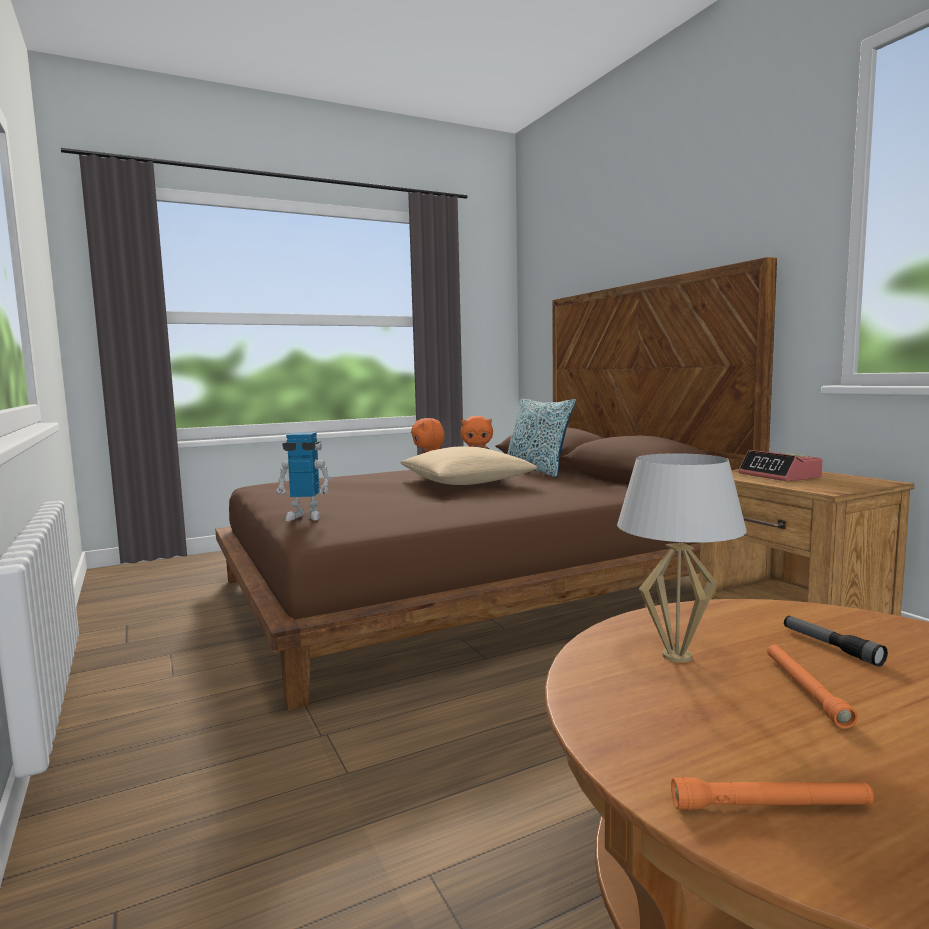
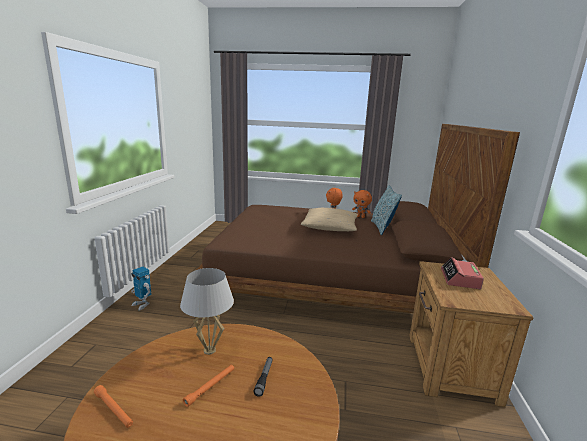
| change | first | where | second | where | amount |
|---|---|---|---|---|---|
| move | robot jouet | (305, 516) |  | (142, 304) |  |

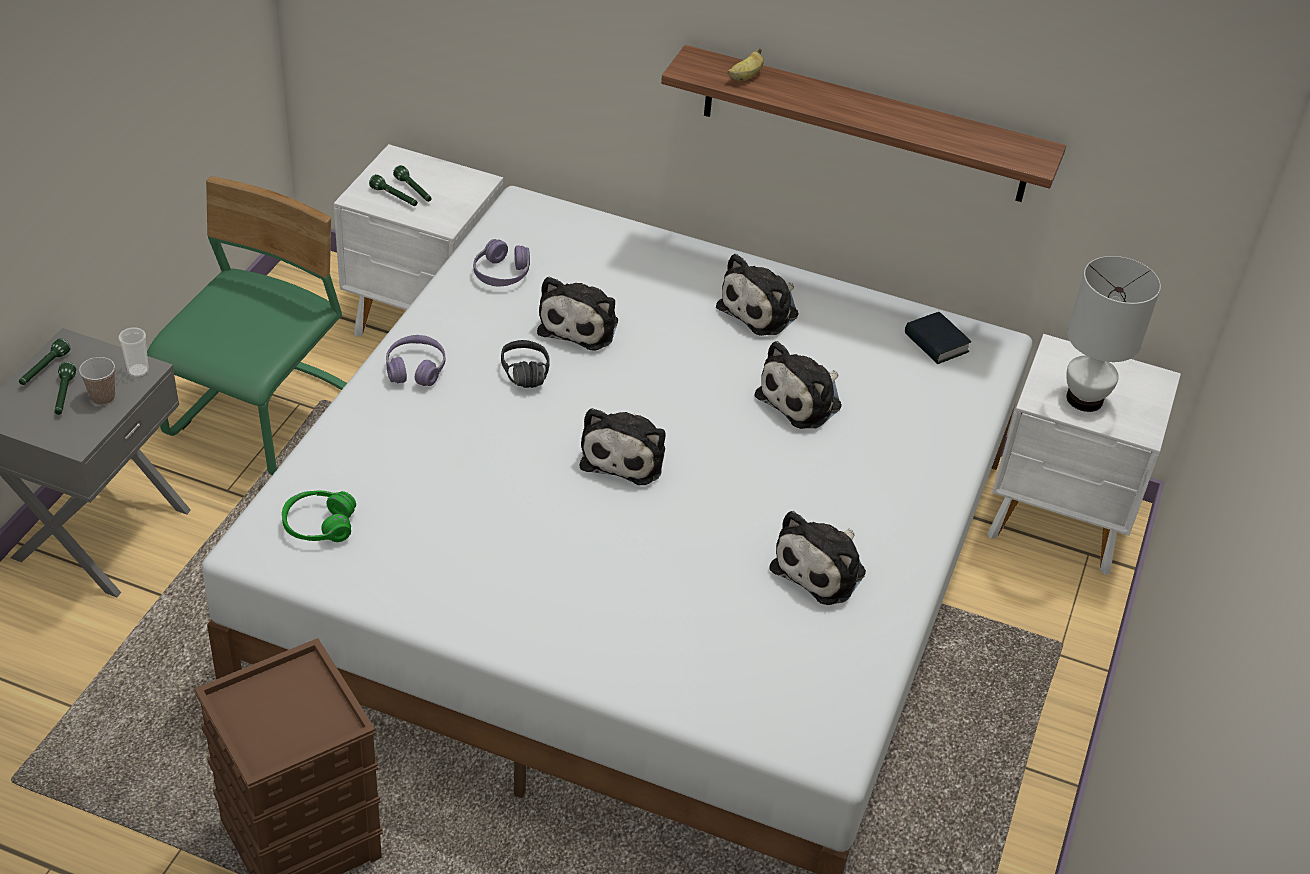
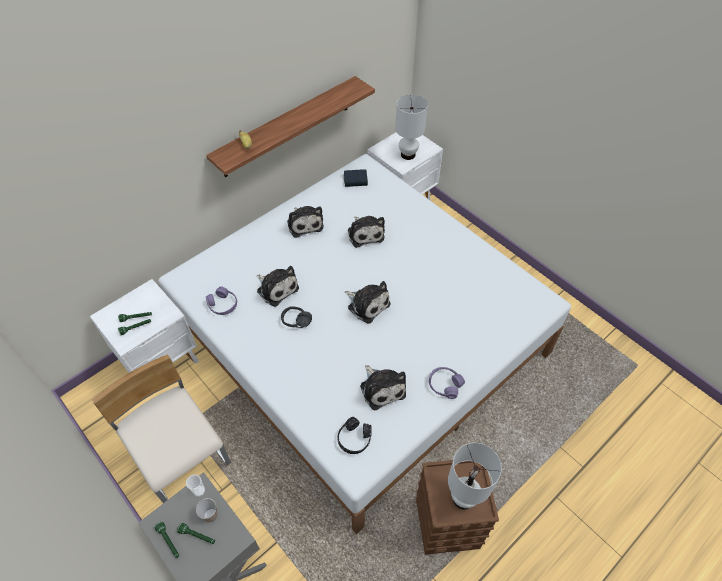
| change | first | where | second | where | amount |
|---|---|---|---|---|---|
| recolor | chaise/vert | (264, 418) | chaise/beige | (182, 456) |  |
| recolor | casque audio/vert | (319, 525) | casque audio/noir | (354, 439) |  |
| move | casque audio/violet | (415, 369) |  | (444, 385) |  |
| move | peluche | (822, 568) |  | (382, 388) |  |
| insert |  |  | lampe de table/blanc | (463, 498) |  |

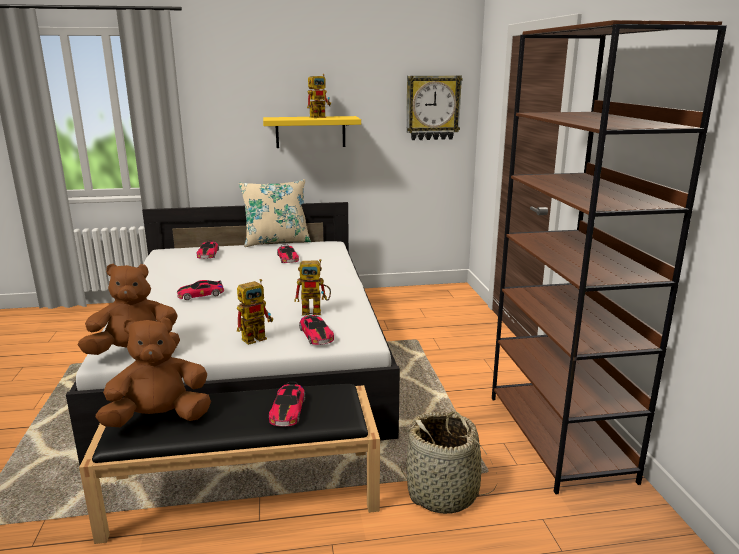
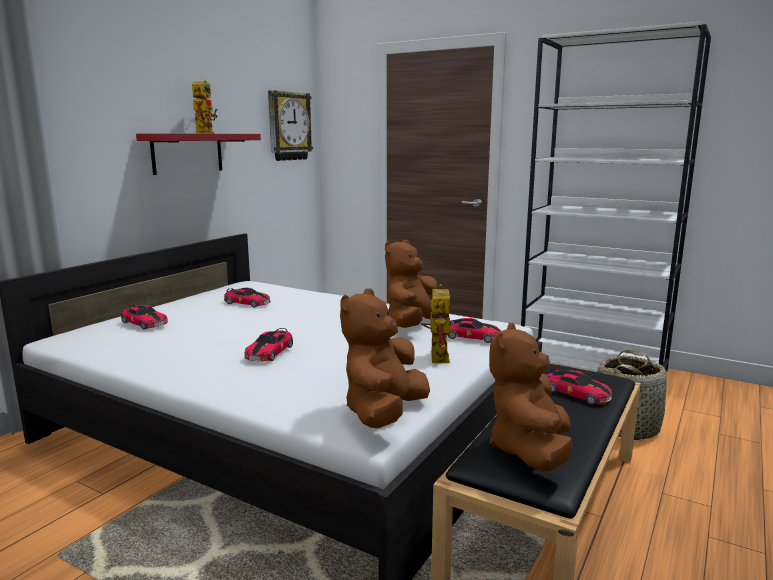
| change | first | where | second | where | amount |
|---|---|---|---|---|---|
| delete | coussin/beige | (276, 241) |  |  |  |
| recolor | étagère/jaune | (310, 132) | étagère/rouge | (187, 153) |  |
| replace | robot jouet | (316, 311) | peluche/marron | (413, 325) |  |
| recolor | bibliothèque/marron | (559, 437) | bibliothèque/blanc | (593, 368) |  |

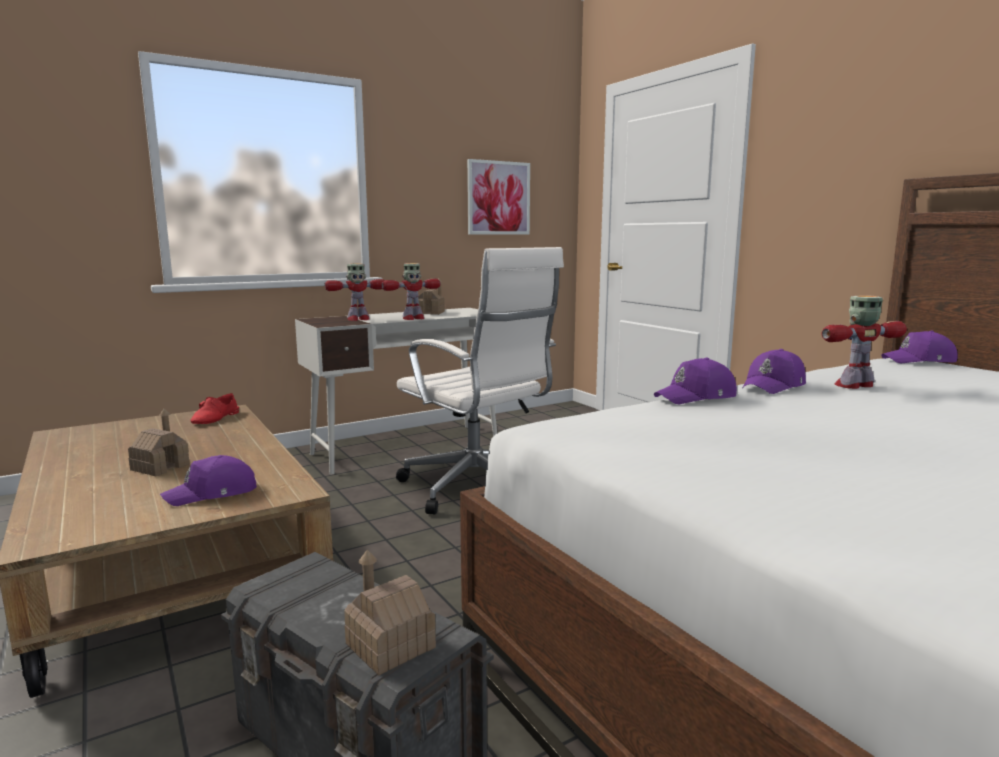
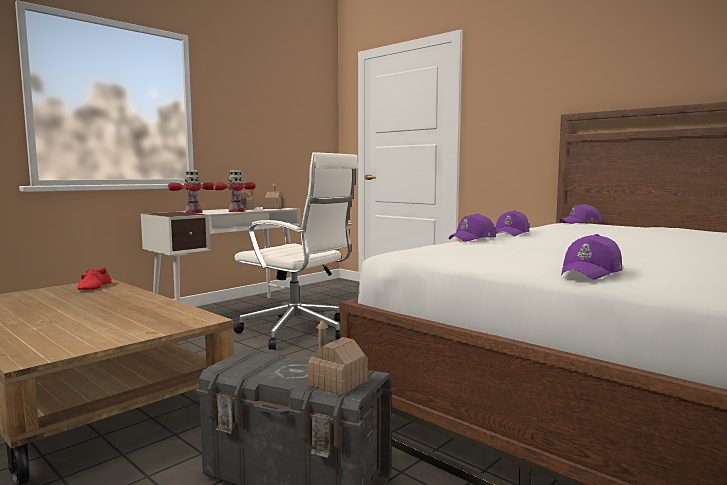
| change | first | where | second | where | amount |
|---|---|---|---|---|---|
| move | maison miniature | (160, 467) |  | (274, 208) |  |
| move | casquette/violet | (213, 493) |  | (592, 272) |  |
| delete | tableau | (498, 198) |  |  |  |
| delete | robot jouet | (855, 385) |  |  |  |

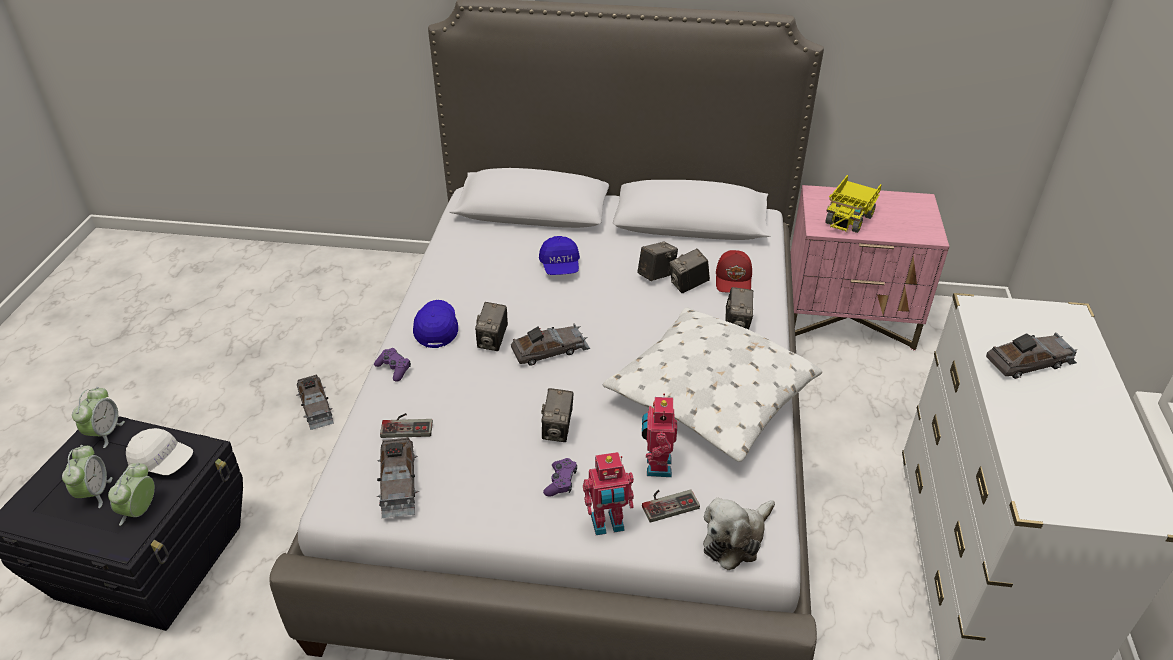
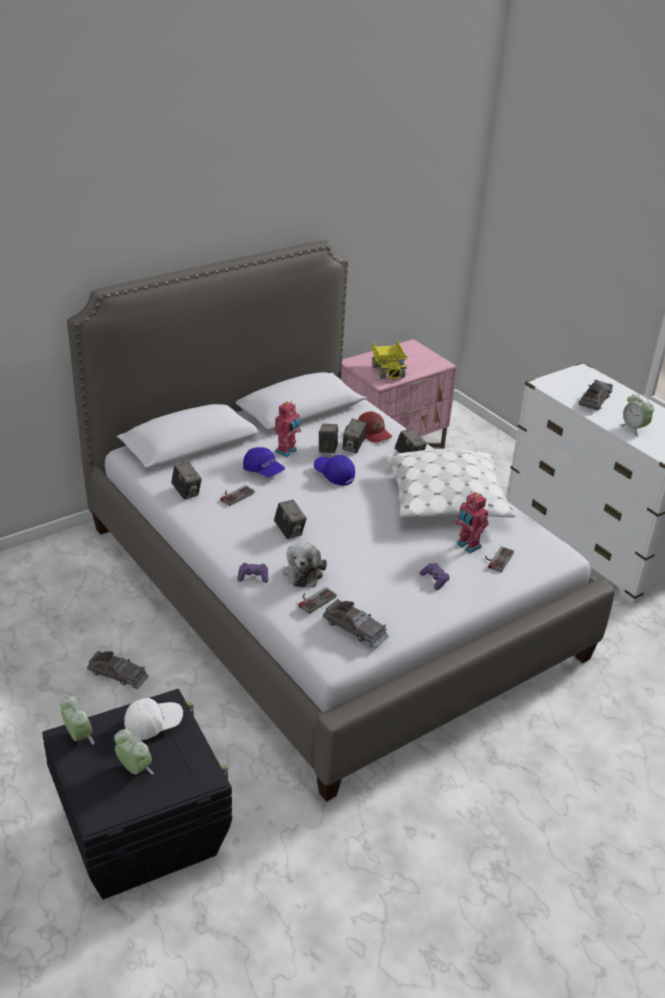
| change | first | where | second | where | amount |
|---|---|---|---|---|---|
| move | réveil | (141, 511) |  | (634, 428) |  |
| move | casquette/bleu | (436, 329) |  | (334, 475) |  |
| delete | petite voiture/gris | (550, 350) |  |  |  |
| move | appareil photo | (557, 430) |  | (186, 492) |  |
| move | robot jouet | (608, 525) |  | (287, 451) |  |
| move | peluche | (735, 539) |  | (303, 572) |  |
| insert |  |  | manette | (234, 495) |  |

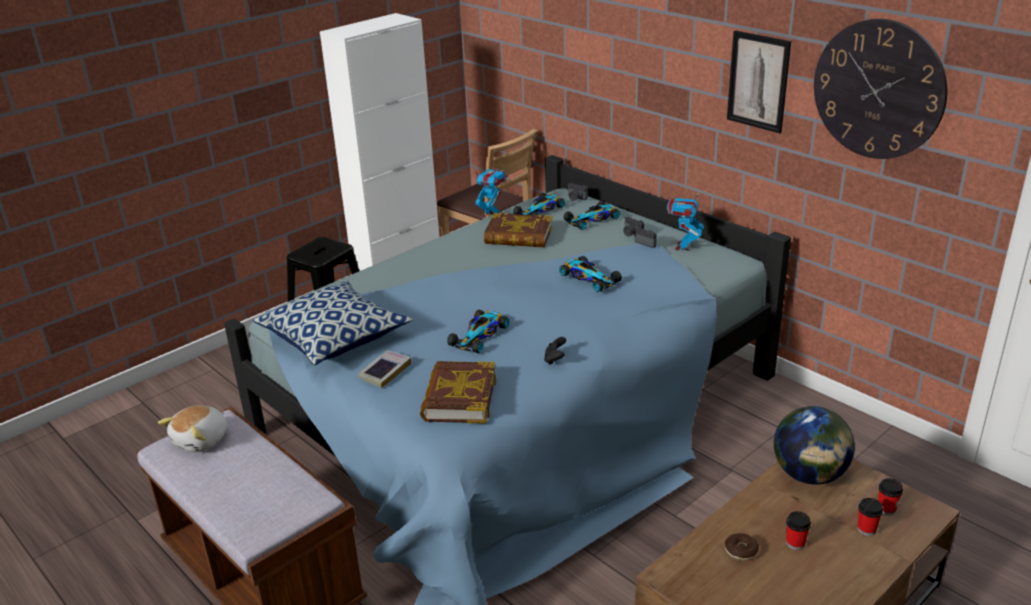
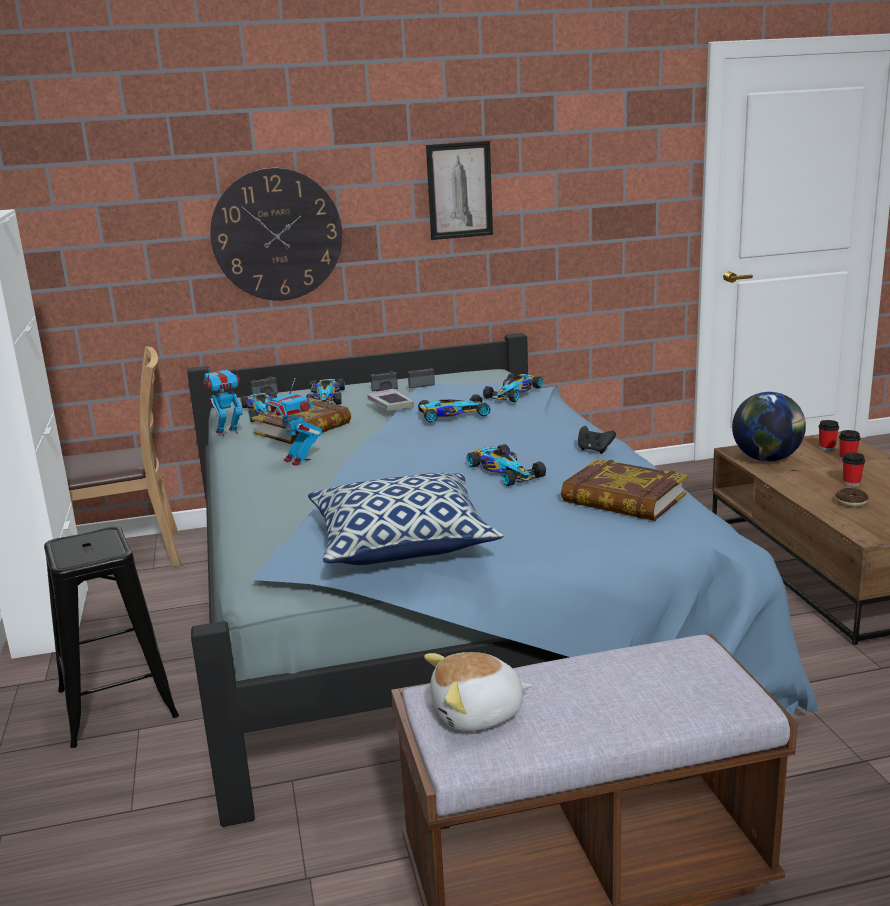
| change | first | where | second | where | amount |
|---|---|---|---|---|---|
| rotate | peluche | (202, 440) |  | (478, 714) | 105 degrees clockwise |
| move | livre | (385, 372) |  | (390, 404) |  |
| move | robot jouet | (683, 247) |  | (297, 460) |  |
| move | horloge murale | (878, 89) |  | (277, 235) |  |
| insert |  |  | petite voiture | (514, 392) |  |

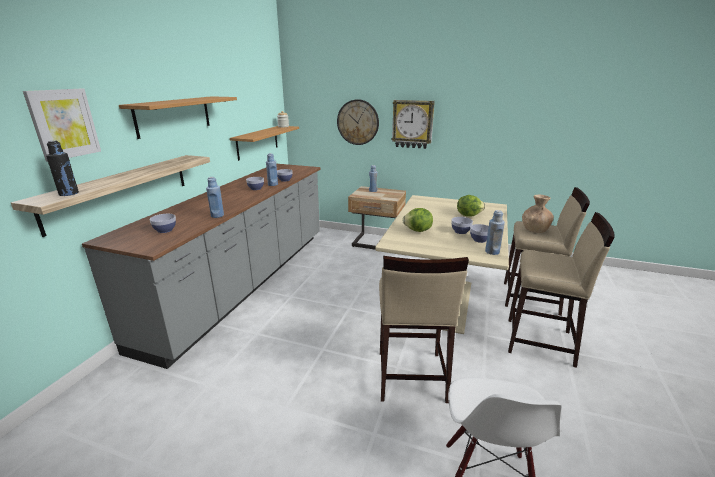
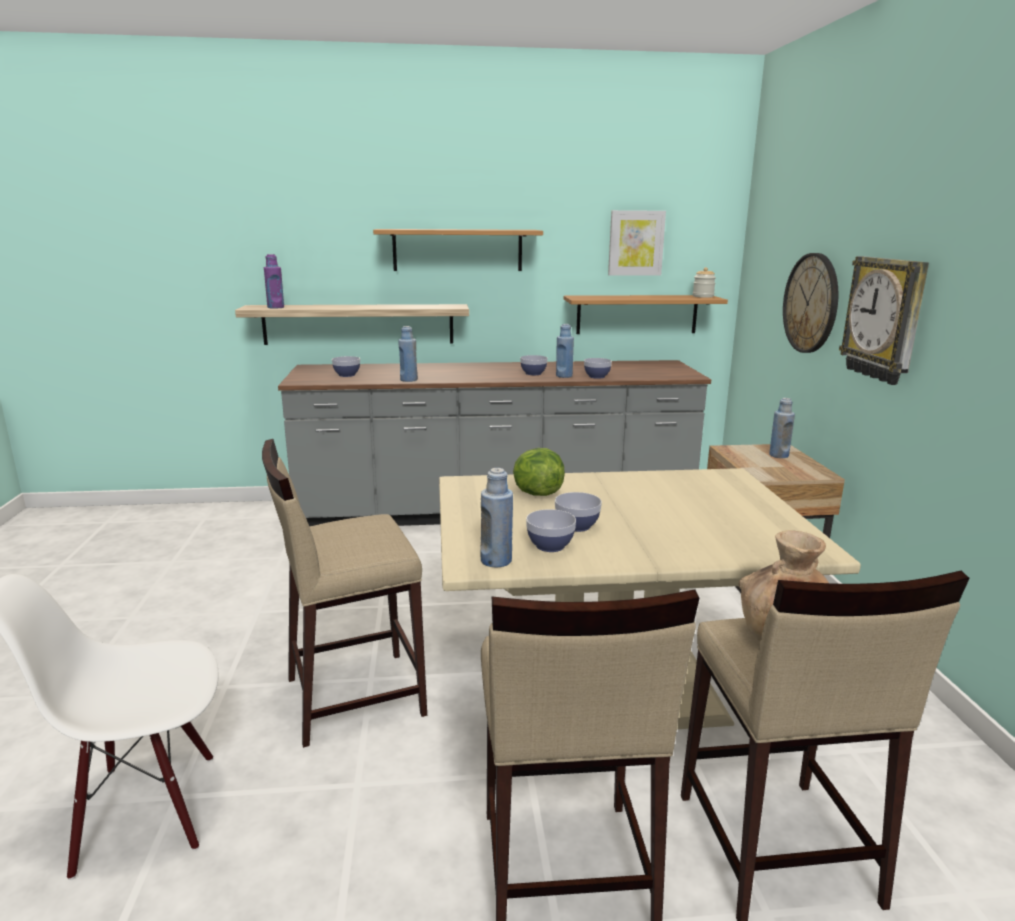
| change | first | where | second | where | amount |
|---|---|---|---|---|---|
| move | tableau | (64, 124) |  | (636, 243) |  |
| recolor | bouteille/noir | (69, 193) | bouteille/violet | (276, 307) |  |
| delete | laitue | (468, 215) |  |  |  |

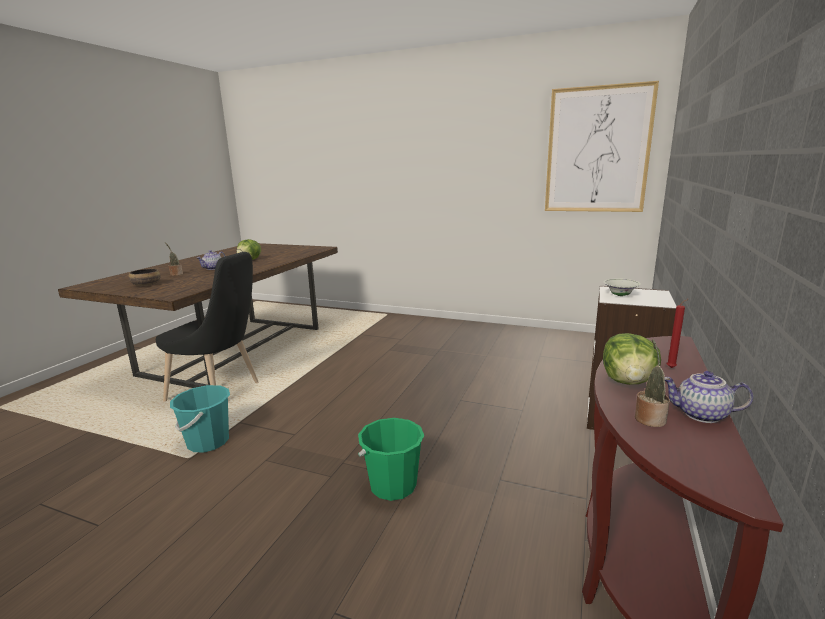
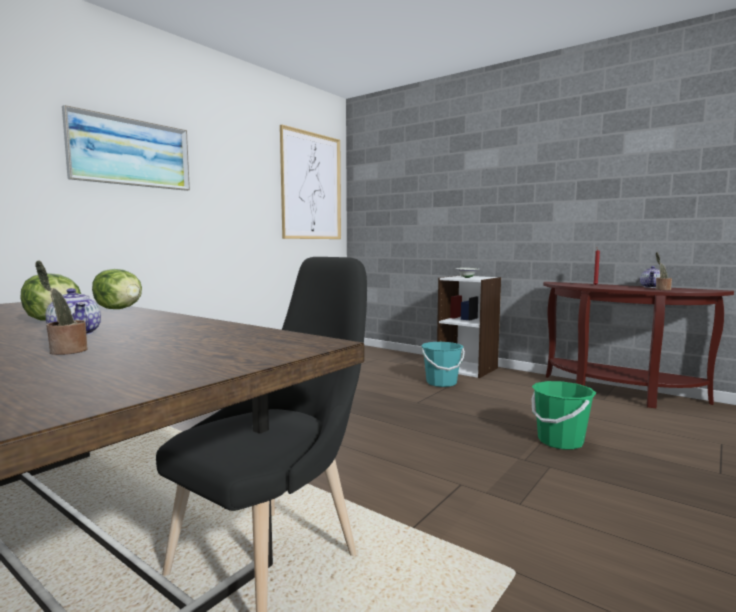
| change | first | where | second | where | amount |
|---|---|---|---|---|---|
| delete | bol | (146, 285) |  |  |  |
| move | seau/turquoise | (208, 442) |  | (441, 383) |  |
| move | laitue | (628, 382) |  | (120, 309) |  |
| insert |  |  | tableau | (131, 152) |  |

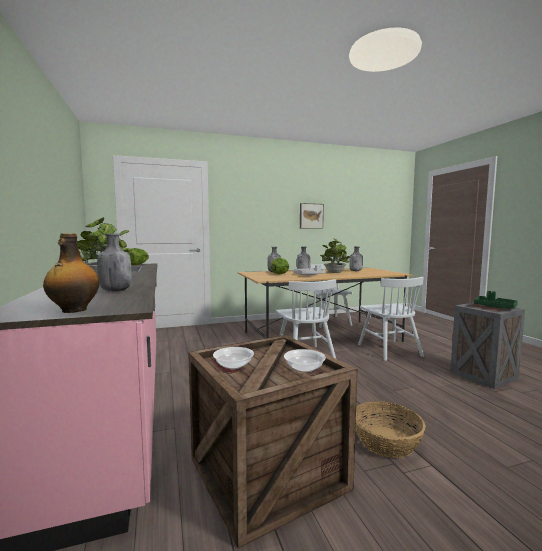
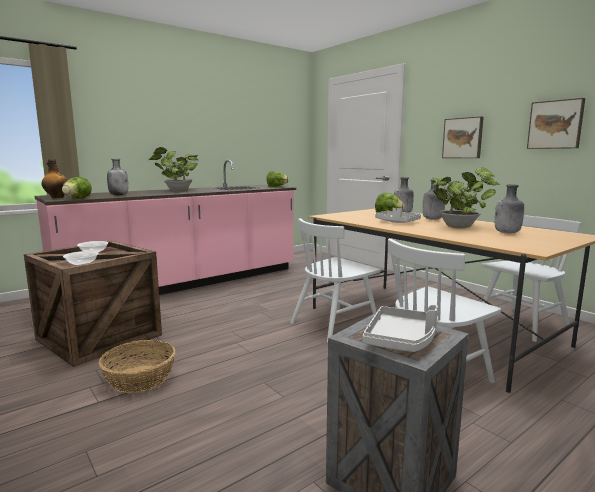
| change | first | where | second | where | amount |
|---|---|---|---|---|---|
| recolor | plateau/vert | (494, 307) | plateau/gris | (401, 340) |  |
| insert |  |  | laitue | (77, 198) |  |
| insert |  |  | tableau | (463, 138) |  |

